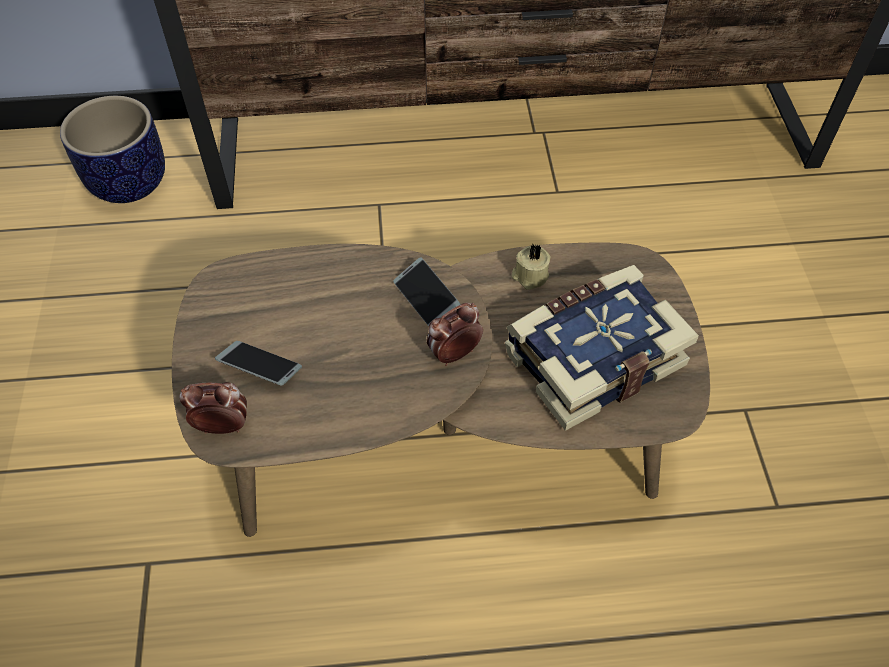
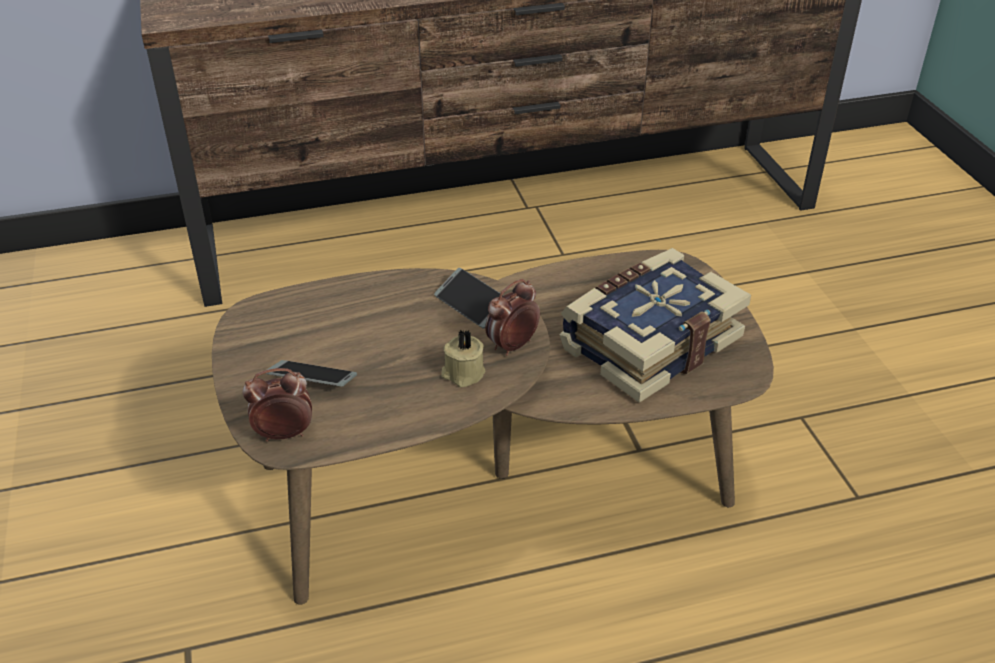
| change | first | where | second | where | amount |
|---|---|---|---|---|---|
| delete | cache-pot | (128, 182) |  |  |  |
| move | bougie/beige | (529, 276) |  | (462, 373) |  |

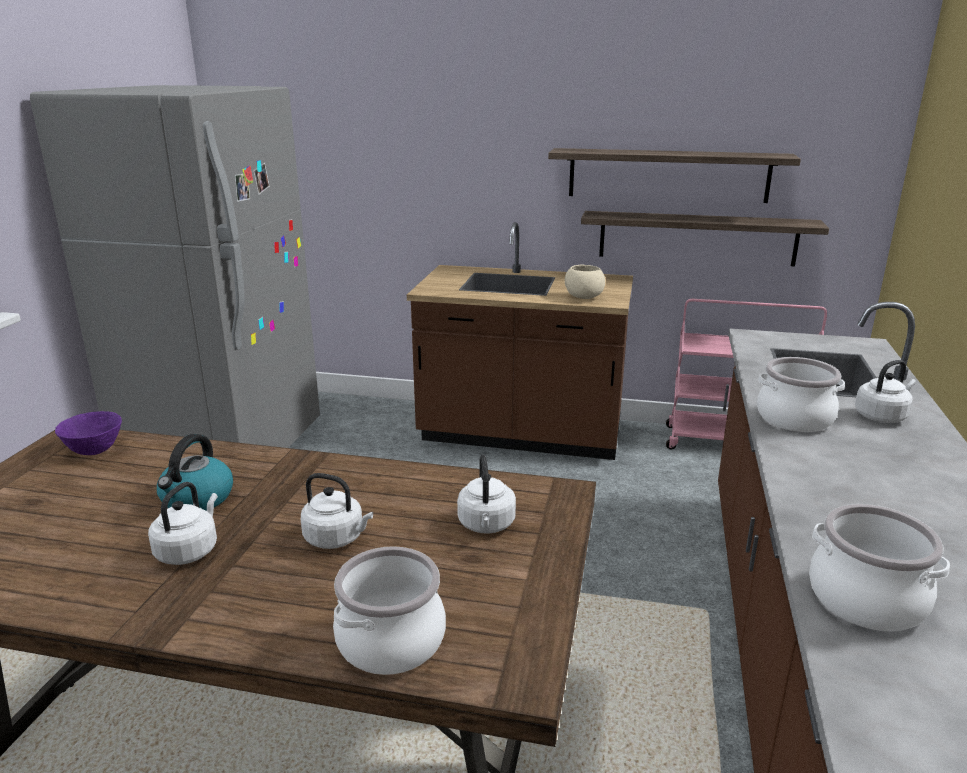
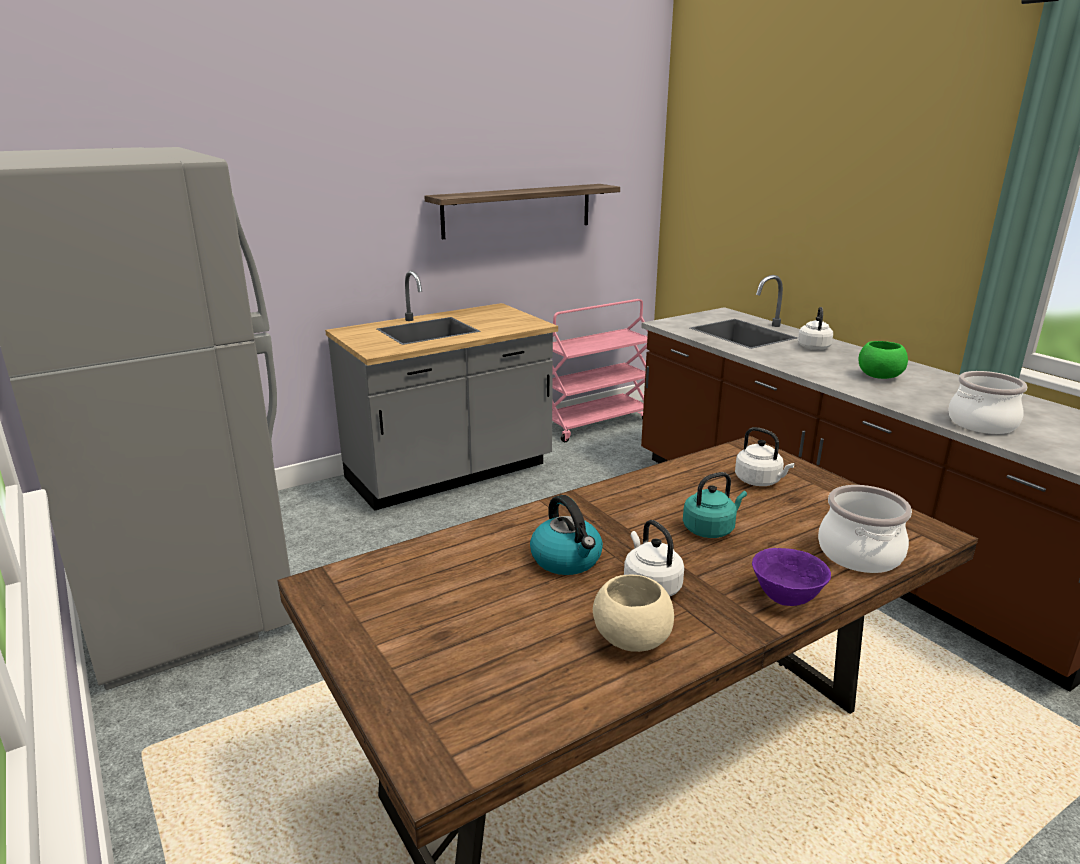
| change | first | where | second | where | amount |
|---|---|---|---|---|---|
| move | bol/violet | (95, 451) |  | (785, 598) |  |
| recolor | bouilloire/blanc | (337, 538) | bouilloire/turquoise | (710, 529) |  |
| recolor | comptoir de cuisine/marron | (521, 435) | comptoir de cuisine/gris | (450, 474) |  |
| move | bol/beige | (583, 297) |  | (631, 640) |  |
| delete | étagère | (697, 238) |  |  |  |
| delete | marmite | (794, 418) |  |  |  |
| insert |  |  | bol/vert | (879, 377) |  |

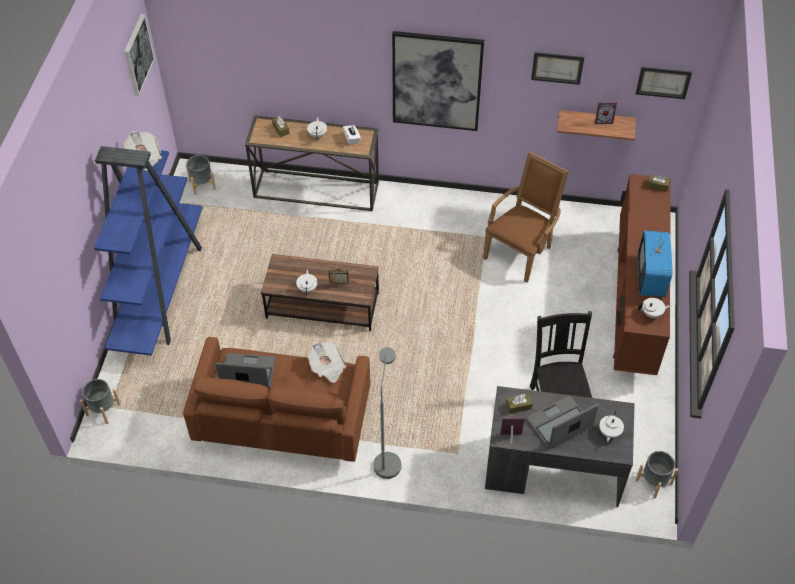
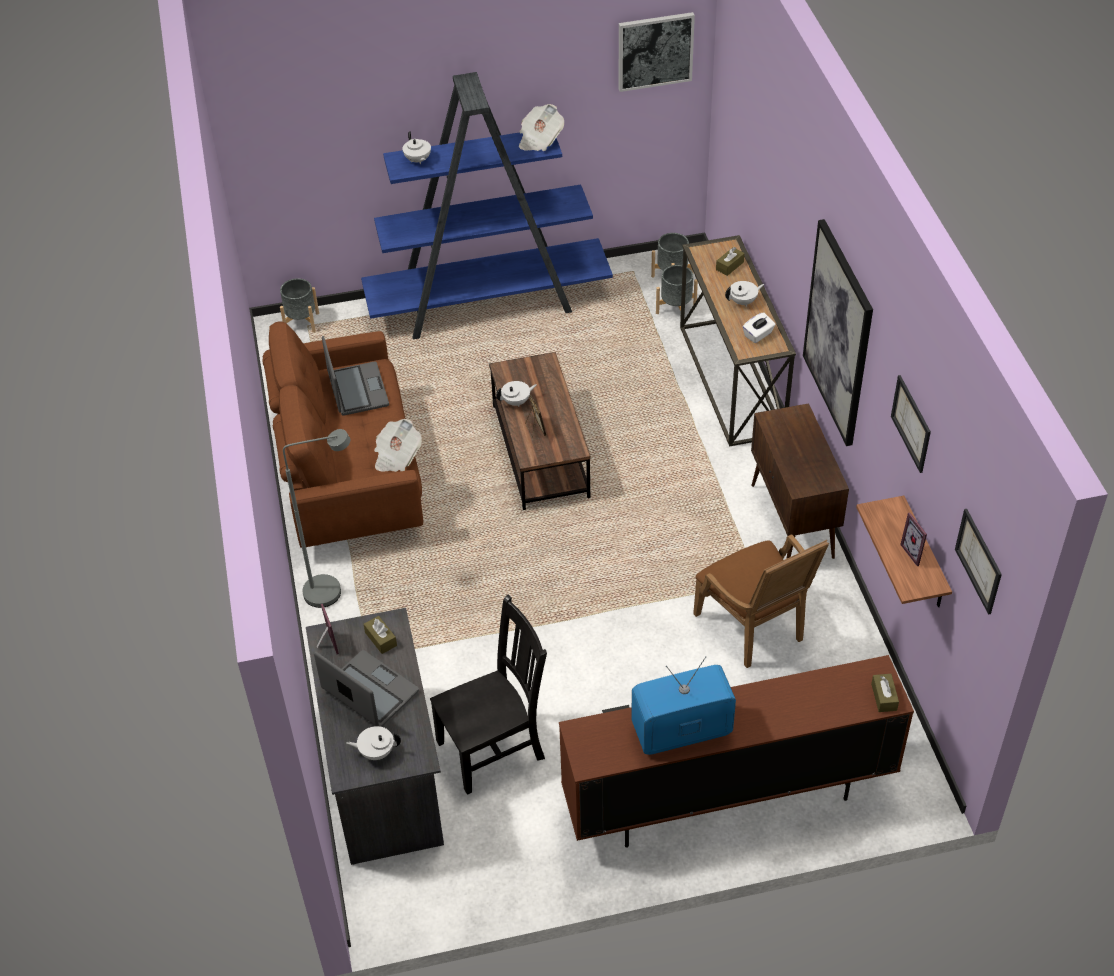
| change | first | where | second | where | amount |
|---|---|---|---|---|---|
| rotate | fauteuil/marron | (521, 251) |  | (755, 630) | 45 degrees clockwise |
| move | cache-pot/gris | (654, 481) |  | (676, 309) |  |
| move | théière/blanc | (652, 314) |  | (417, 160) |  |
| insert |  |  | meuble de rangement/marron | (792, 522) |  |

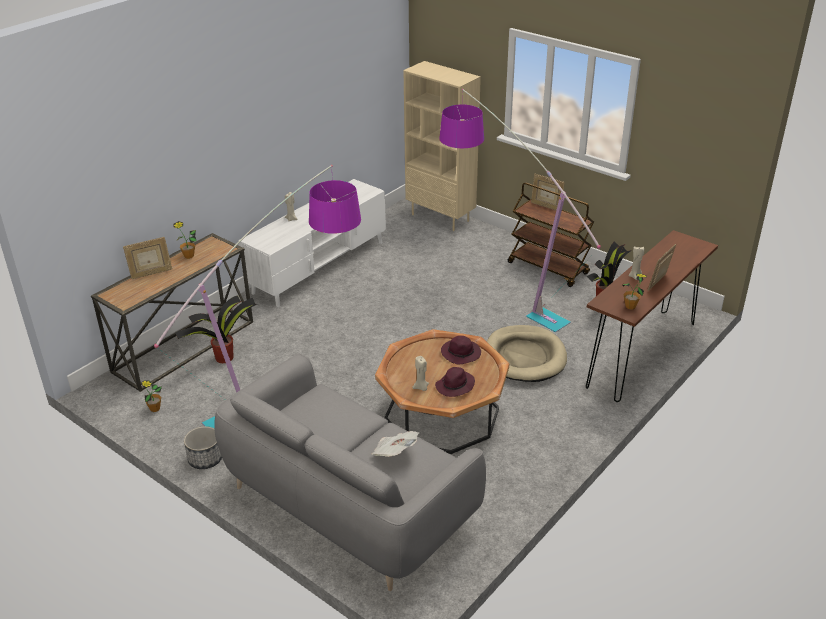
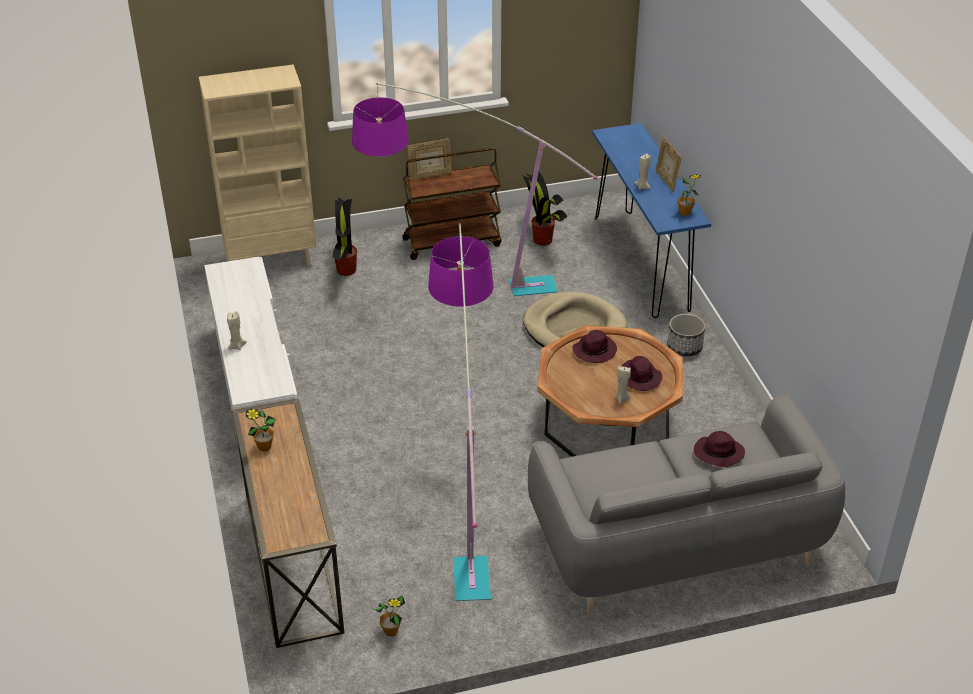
| change | first | where | second | where | amount |
|---|---|---|---|---|---|
| delete | cadre photo | (151, 273) |  |  |  |
| move | plante en pot | (223, 358) |  | (346, 270) |  |
| move | cache-pot | (205, 459) |  | (684, 347) |  |
| replace | journal | (395, 453) | chapeau/violet | (717, 453) |  |
| recolor | table console/marron | (642, 354) | table console/bleu | (641, 263) |  |

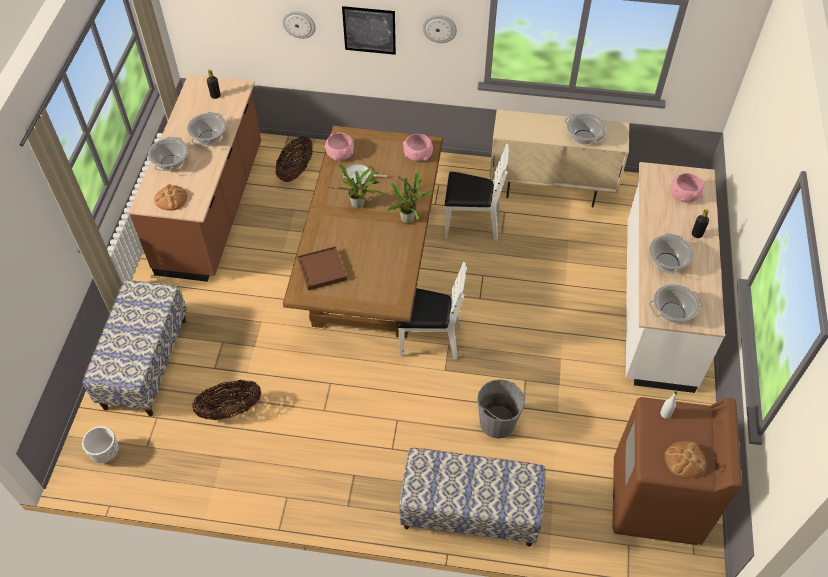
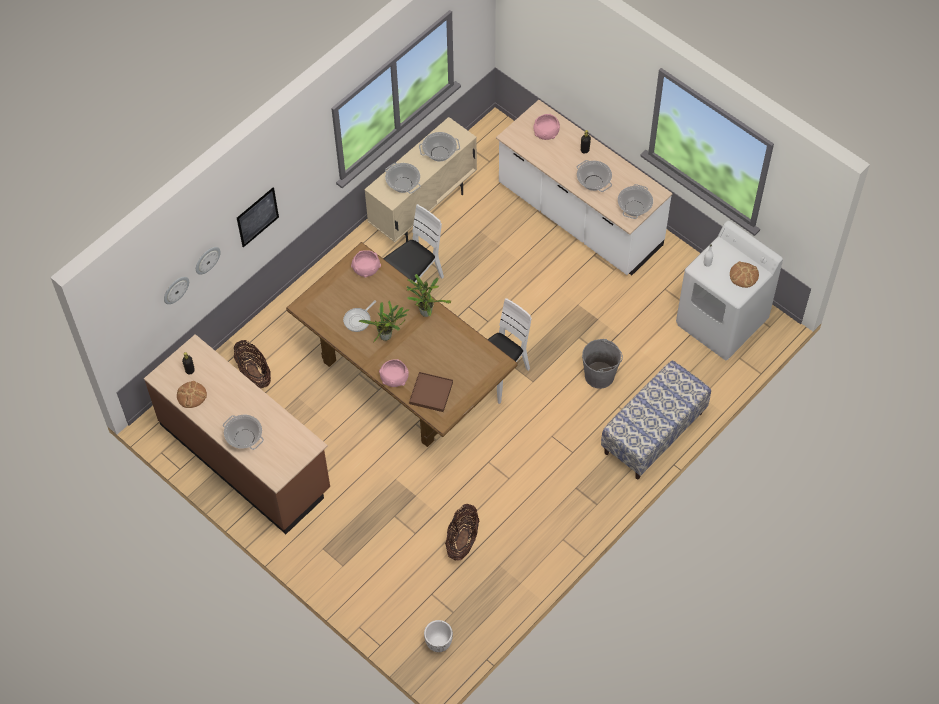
| change | first | where | second | where | amount |
|---|---|---|---|---|---|
| delete | banc | (145, 363) |  |  |  |
| move | pain | (171, 199) |  | (191, 395) |  |
| move | marmite | (209, 137) |  | (403, 185) |  |
| move | bol/rose | (339, 152) |  | (394, 378) |  |
| move | horloge murale | (439, 28) |  | (175, 289) |  |
| recolor | lave-linge/marron | (655, 501) | lave-linge/blanc | (721, 322) |  |

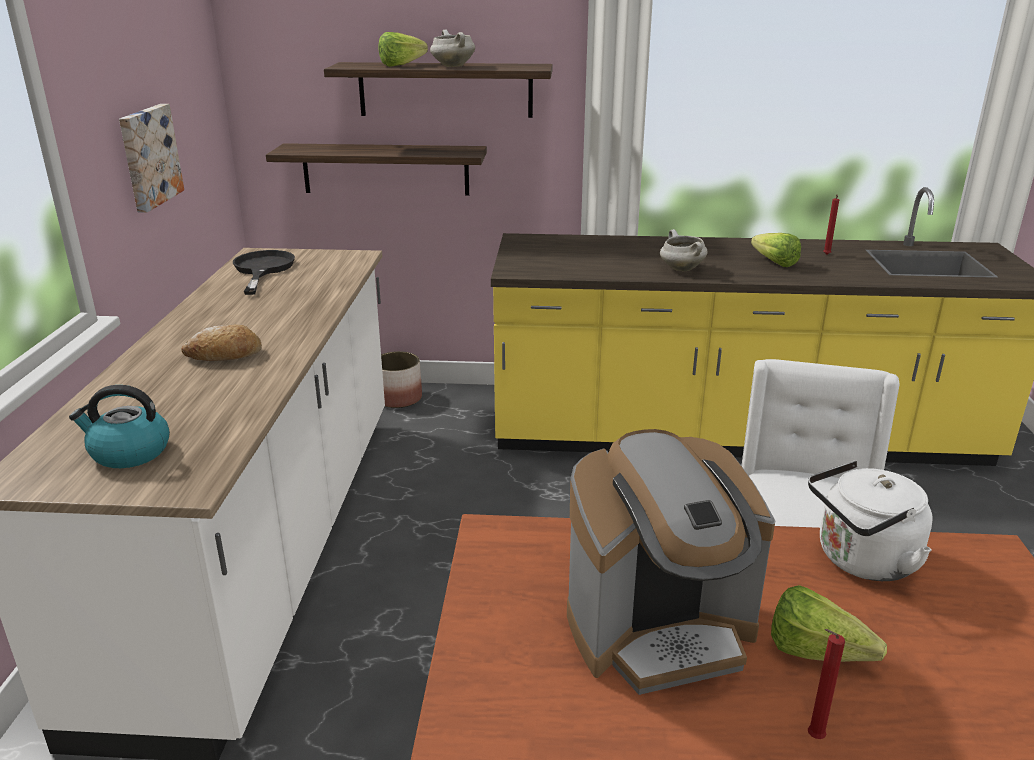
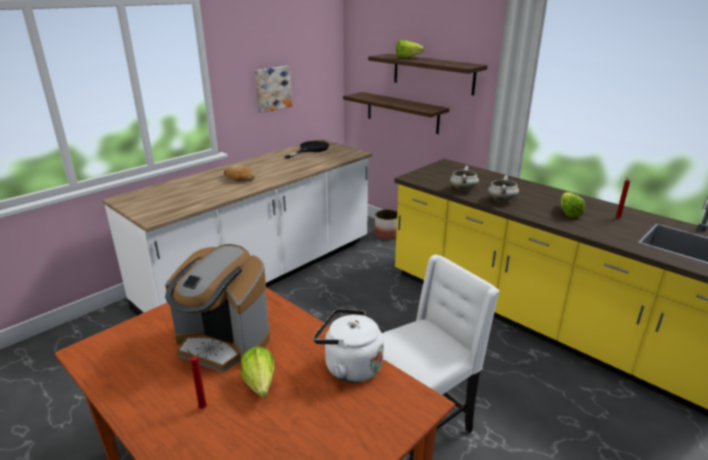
| change | first | where | second | where | amount |
|---|---|---|---|---|---|
| delete | bouilloire | (129, 452) |  |  |  |
| move | marmite/blanc | (452, 66) |  | (463, 189) |  |

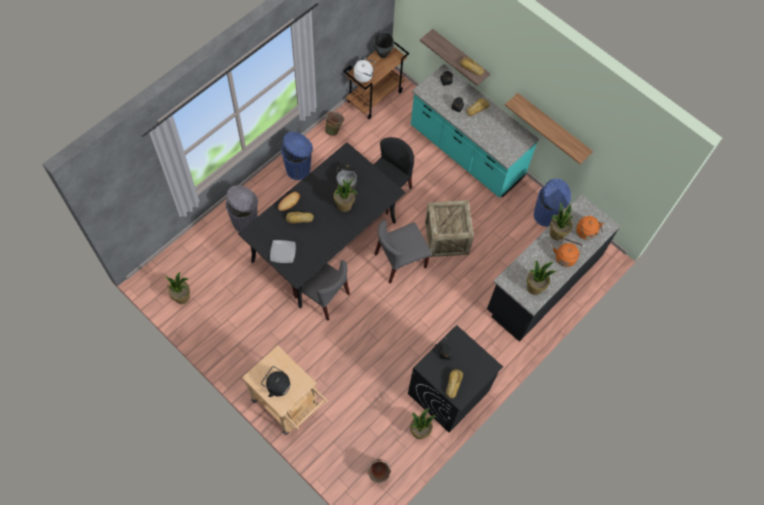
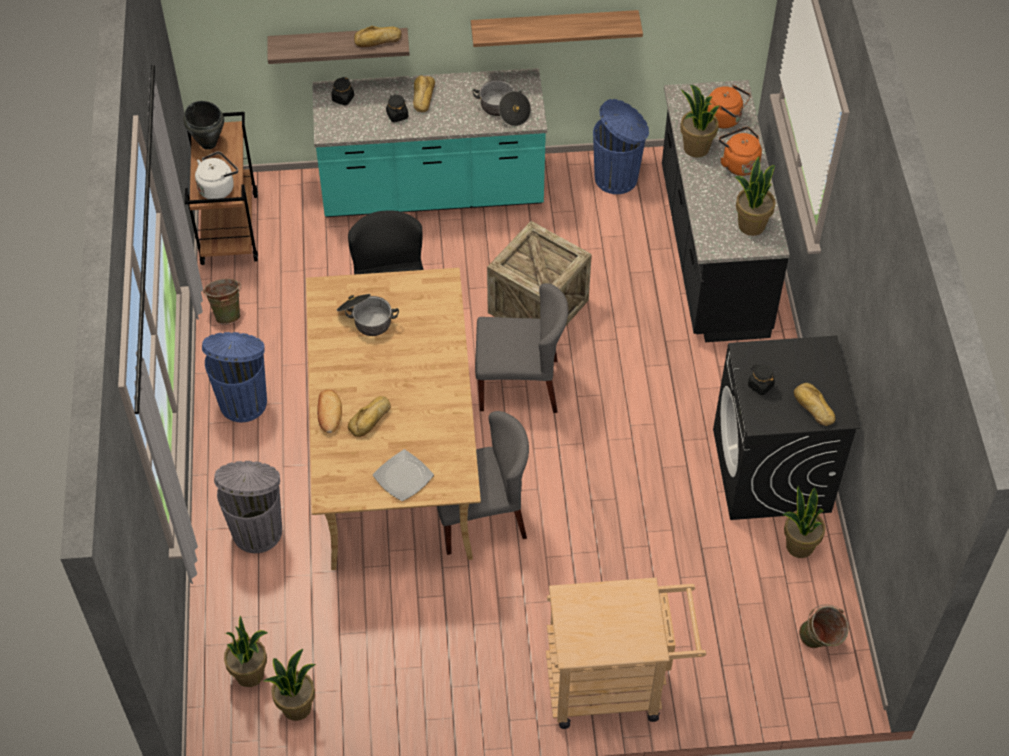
| change | first | where | second | where | amount |
|---|---|---|---|---|---|
| recolor | table à manger/noir | (324, 242) | table à manger/beige | (396, 453) |  |
| delete | bouilloire/noir | (277, 386) |  |  |  |
| move | plante en pot | (344, 205) |  | (250, 674) |  |
| rotate | chaise/gris | (400, 261) |  | (519, 384) | 105 degrees counterclockwise |
| insert |  |  | marmite | (503, 110) |  |

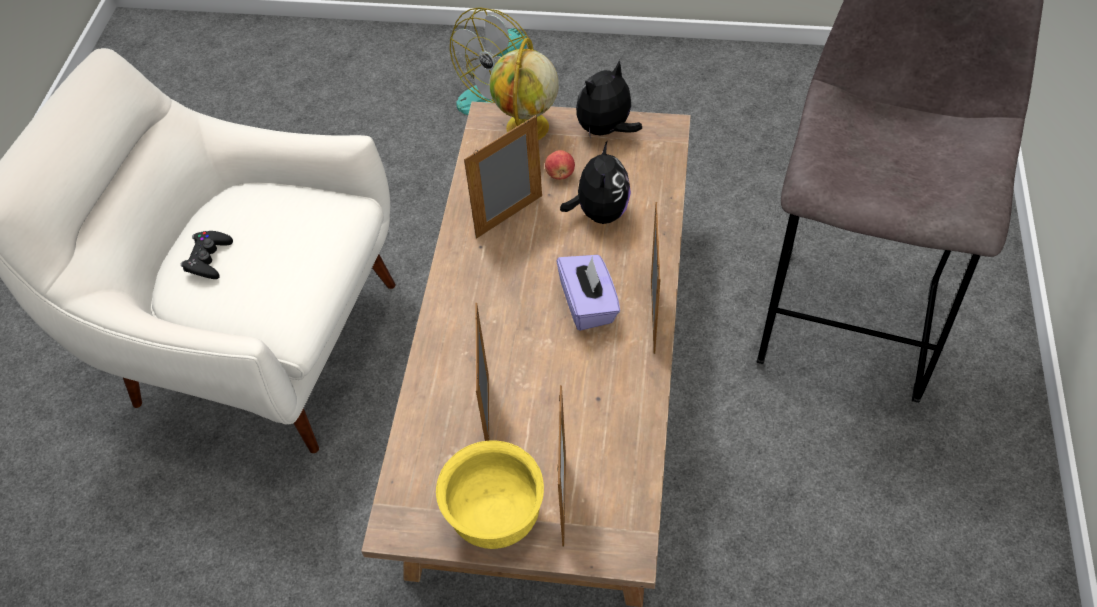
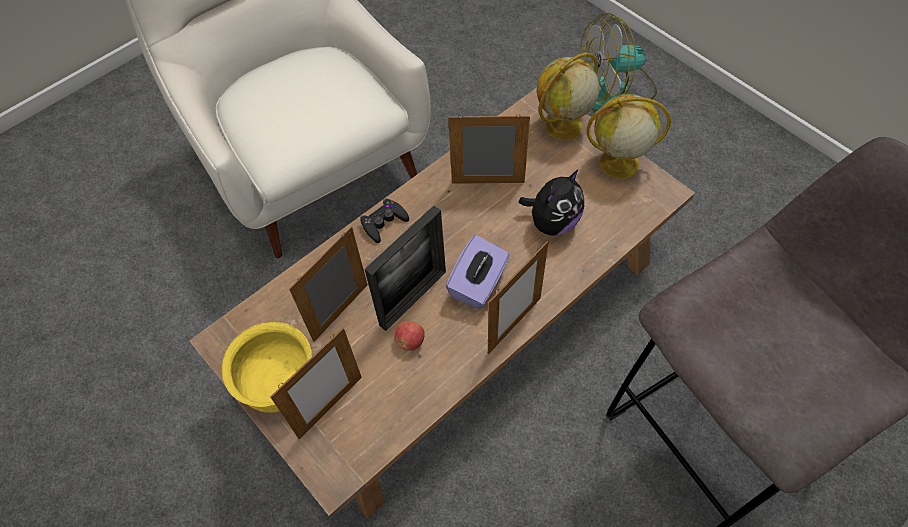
| change | first | where | second | where | amount |
|---|---|---|---|---|---|
| move | manette/noir | (208, 258) |  | (384, 223) |  |
| move | pomme | (560, 174) |  | (410, 341) |  |
| replace | peluche | (606, 130) | globe | (618, 163) |  |
| insert |  |  | cadre photo | (413, 298) |  |

